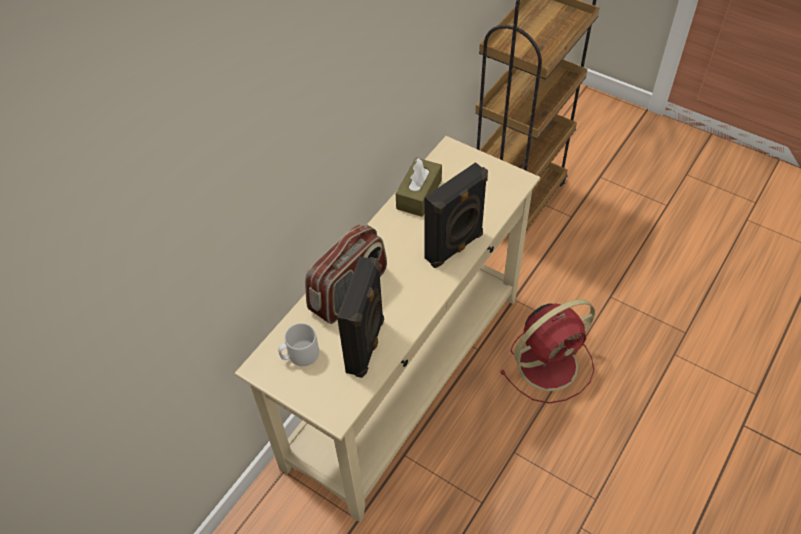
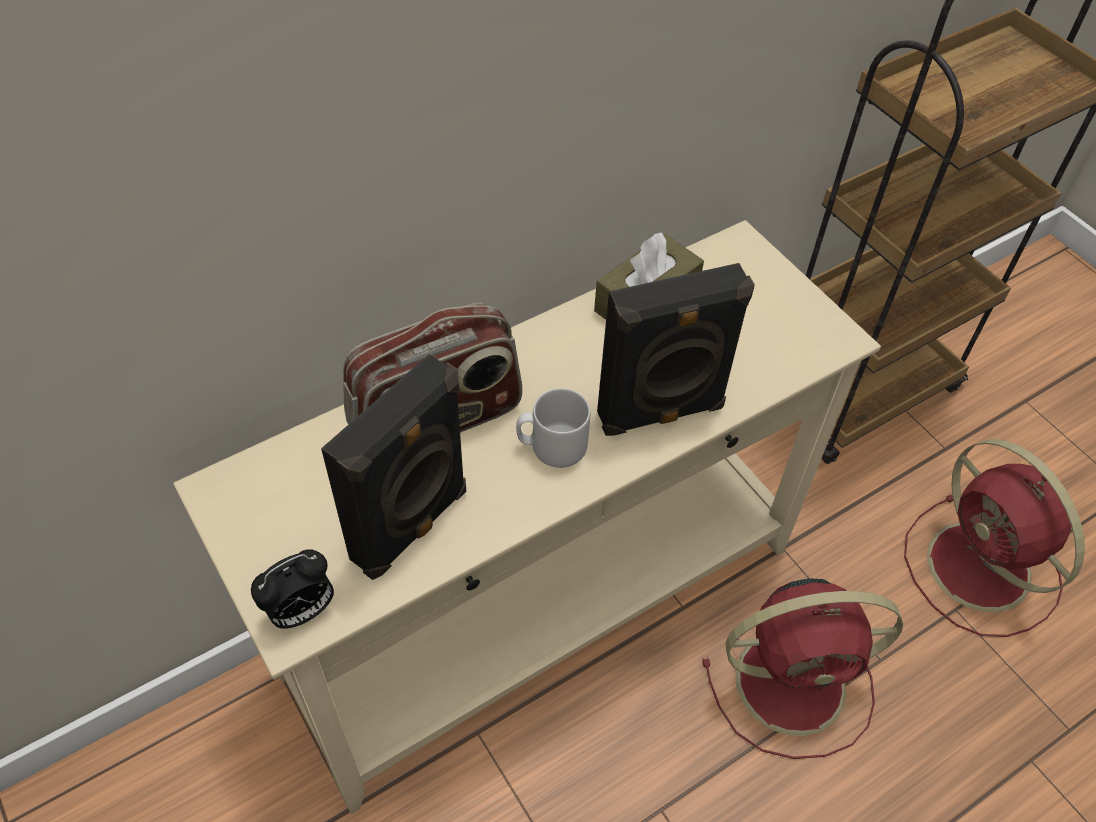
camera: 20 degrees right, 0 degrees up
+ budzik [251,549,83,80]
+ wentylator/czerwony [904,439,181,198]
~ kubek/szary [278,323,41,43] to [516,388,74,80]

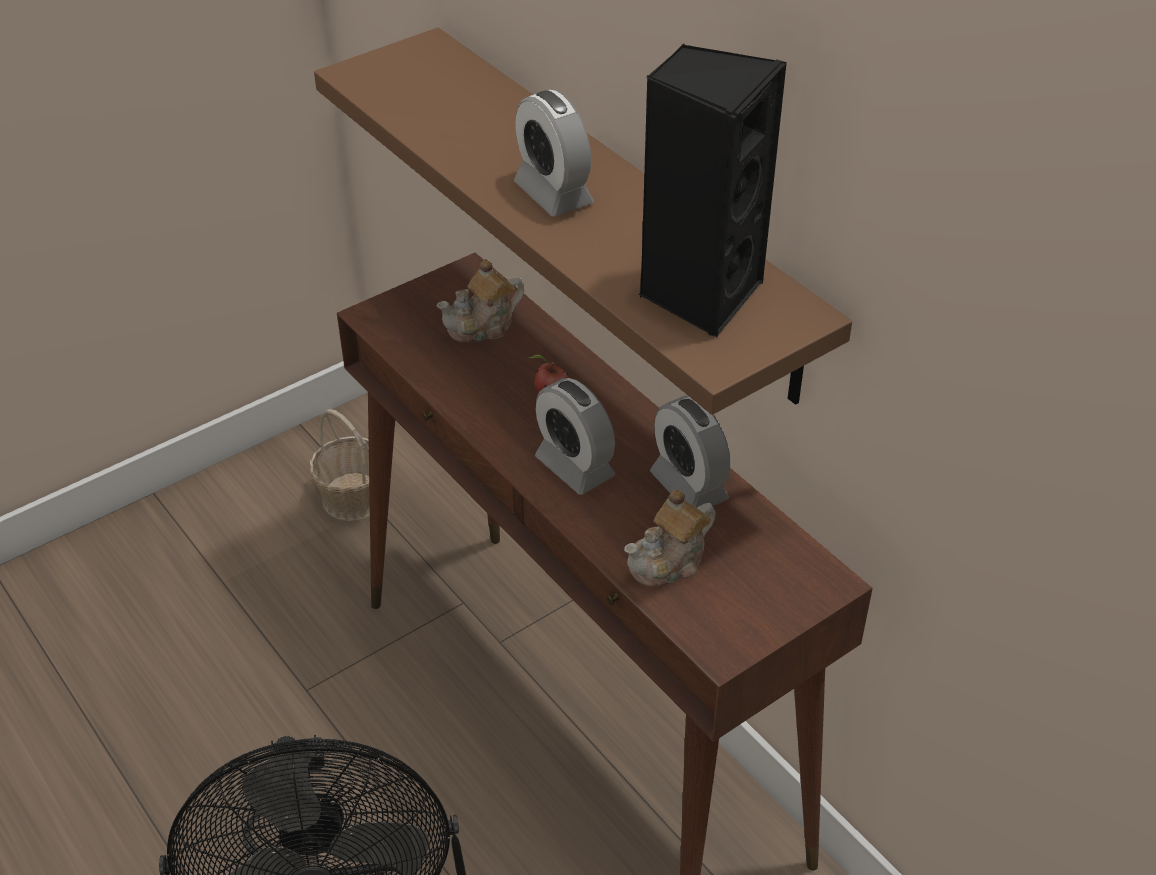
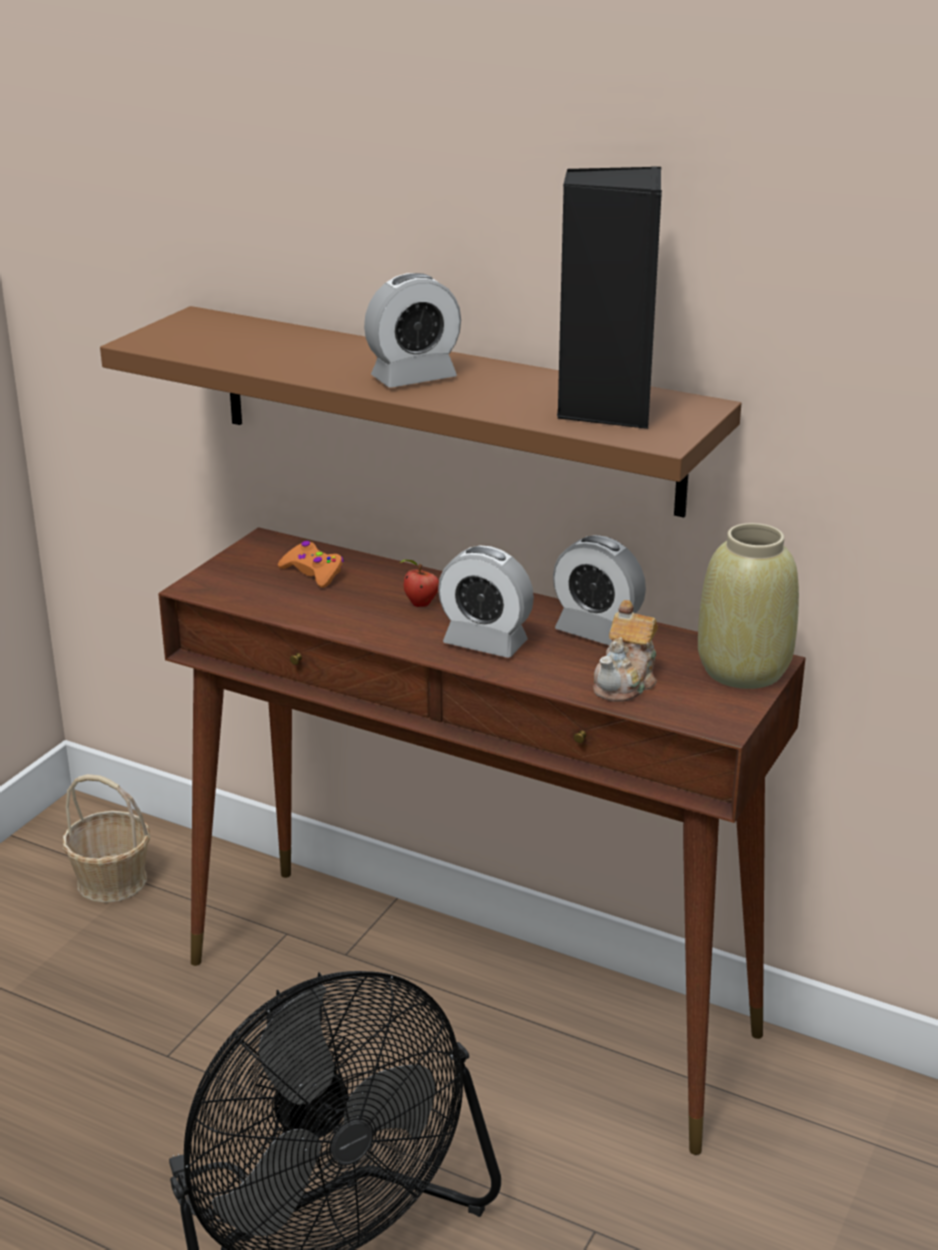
camera: 25 degrees left, 15 degrees down
+ wazon/beżowy [698,523,101,166]
~ imbryk [437,259,88,84] to pad do gier/pomarańczowy [278,541,66,47]
~ budzik [514,90,80,127] = [364,273,97,115] 60 degrees counterclockwise

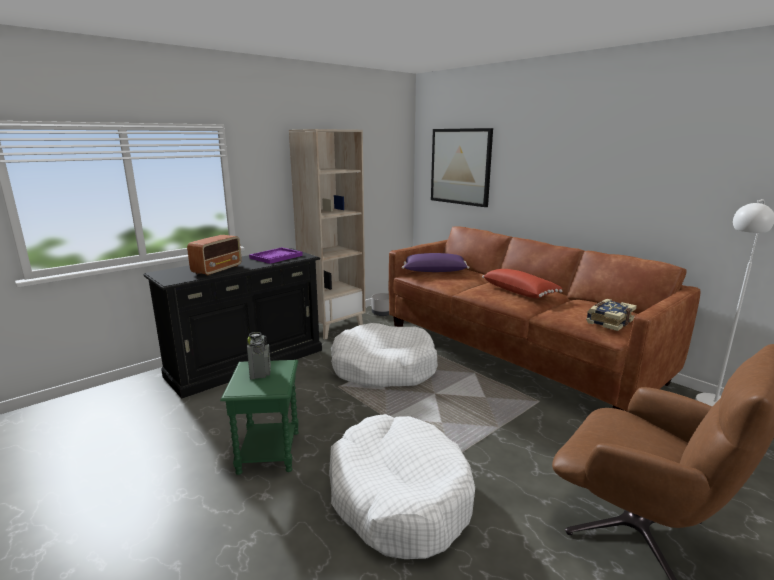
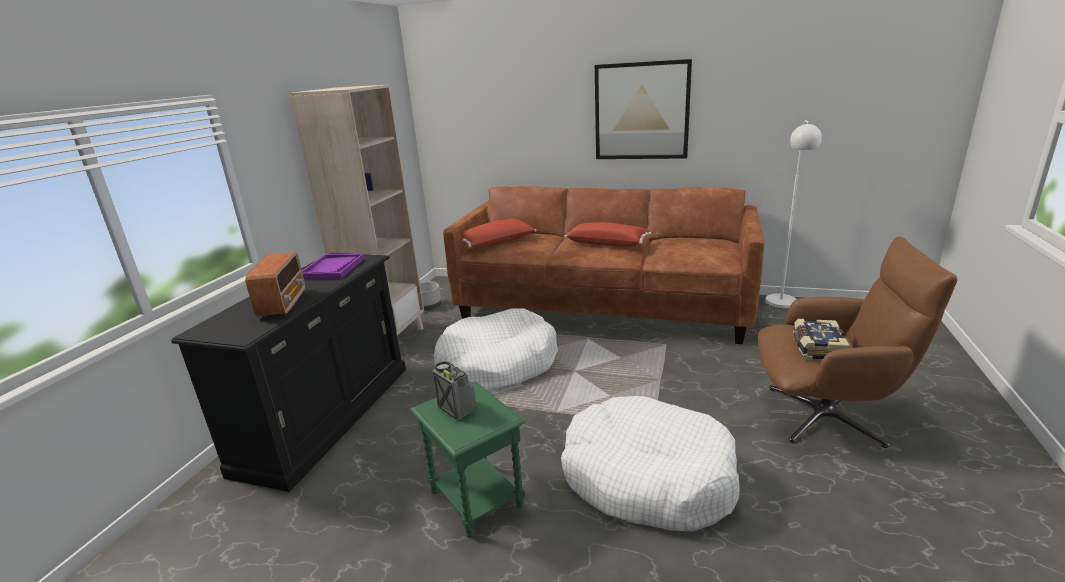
camera: 30 degrees left, 5 degrees up
~ obraz [431,128,62,79] to [595,59,97,100]
~ książka [586,299,51,32] to [793,319,57,42]
~ poduszka/fioletowy [402,253,67,19] to poduszka/czerwony [462,219,74,29]

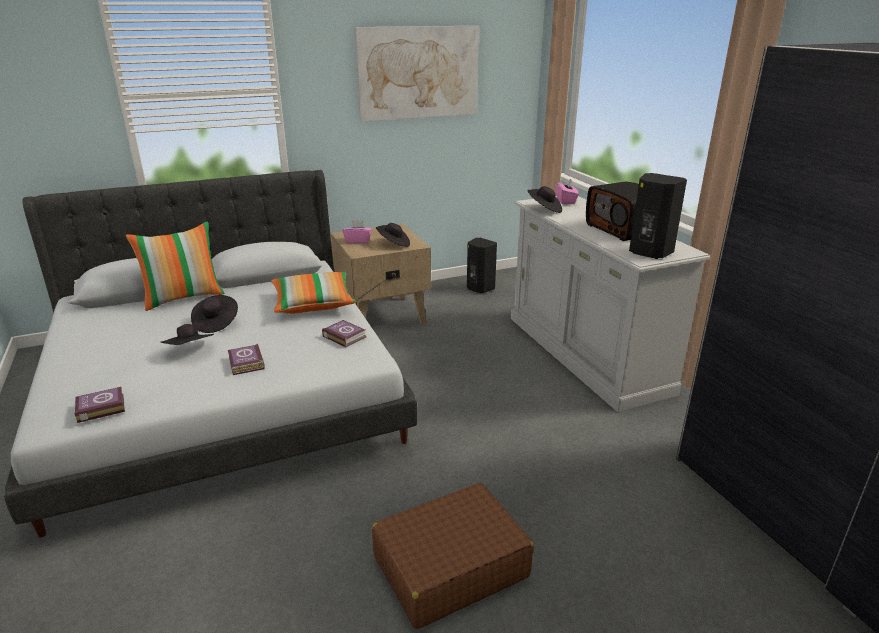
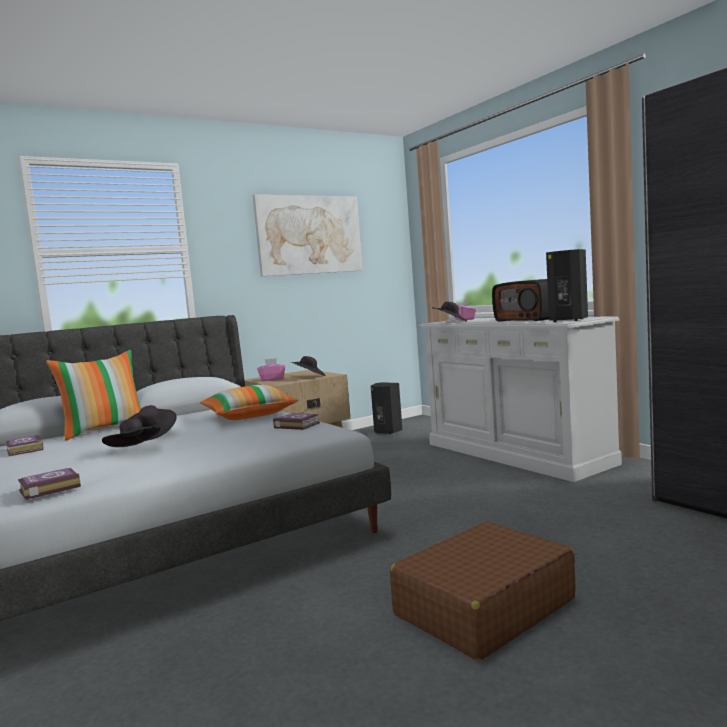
camera: 10 degrees left, 20 degrees down
~ książka [228,344,37,31] to [6,435,38,21]

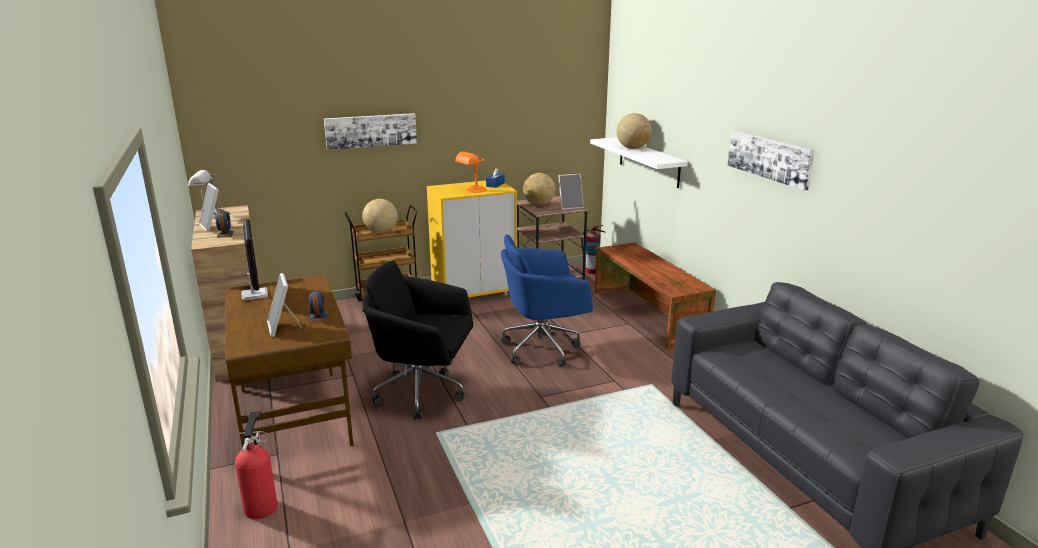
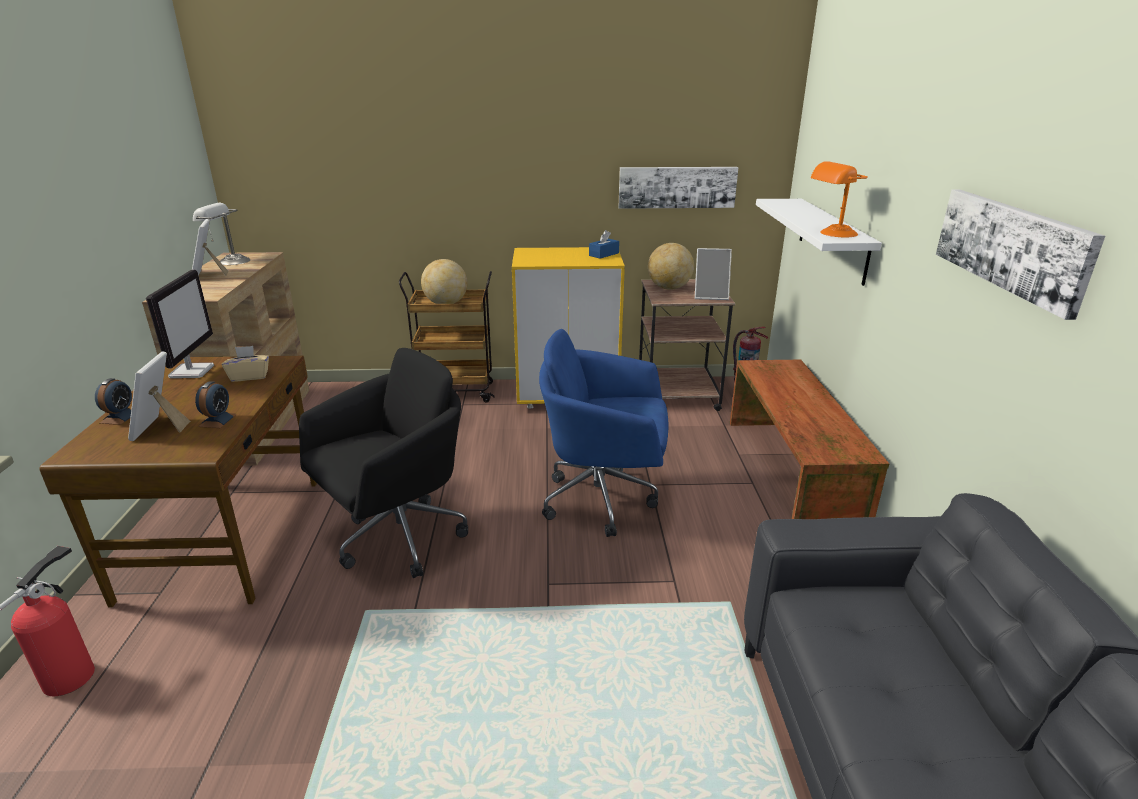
camera: 20 degrees right, 5 degrees up
- globus [616,113,36,36]
+ pudełko chusteczek/beżowy [222,346,47,36]
~ budzik [216,210,18,28] to [95,378,37,47]
~ obraz [324,113,93,37] to [618,167,121,42]
~ lampa stołowa/pomarańczowy [455,151,32,42] to [811,161,57,76]
~ krzesło biurowe/czarny [363,261,110,159] = [299,348,169,230] 105 degrees clockwise

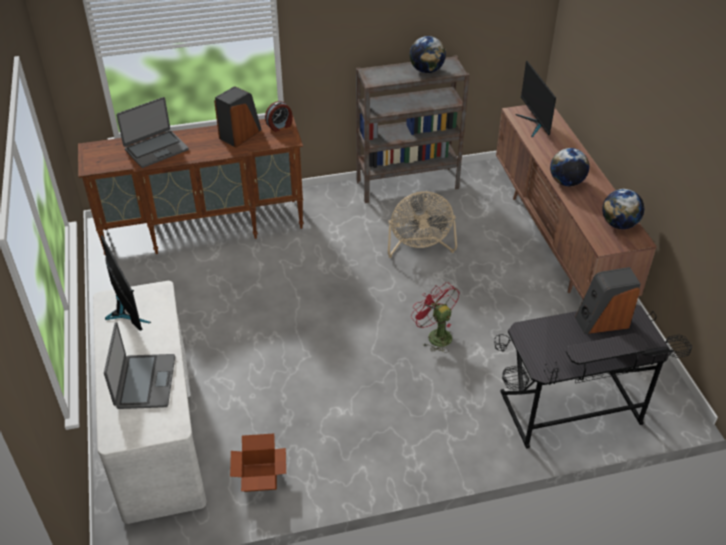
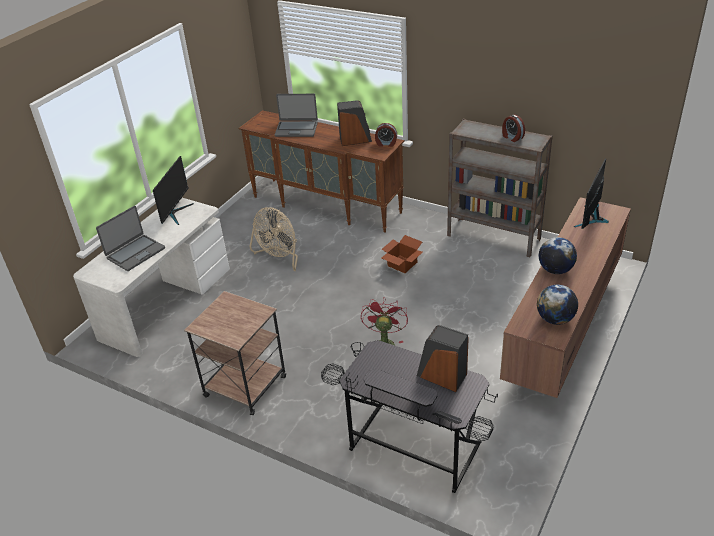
camera: 45 degrees right, 5 degrees down
+ wózek/brązowy [184,291,102,124]
~ karton [230,433,56,59] to [381,235,42,38]
~ wentylator/beżowy [388,191,69,67] to [250,207,48,64]
~ globus [410,36,36,37] to budzik [502,115,23,27]

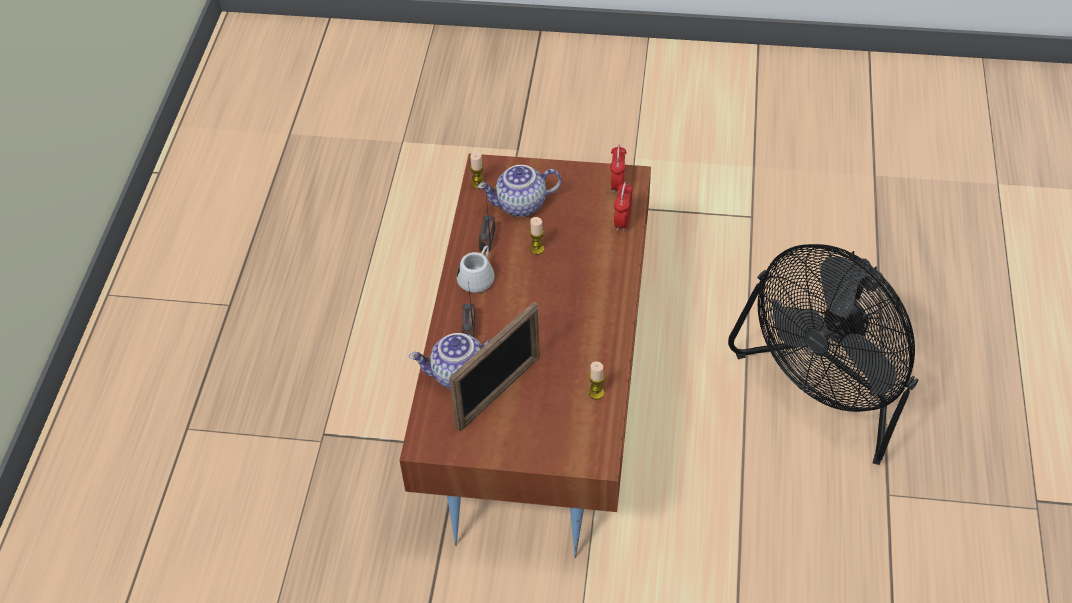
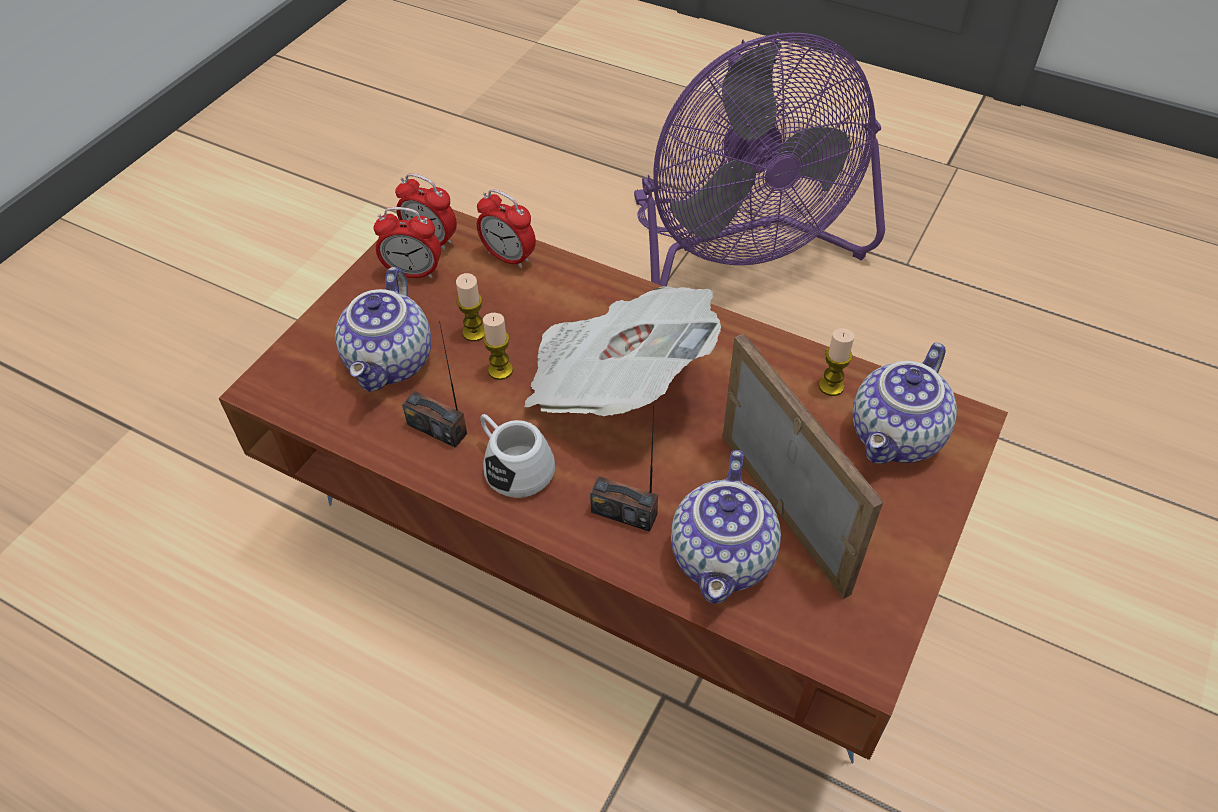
camera: 70 degrees left, 0 degrees up
+ budzik [373,207,68,72]
+ gazeta [524,286,197,130]
+ imbryk [852,343,105,121]
~ świeca [470,152,14,37] to [456,273,29,69]
~ wentylator/czarny [728,244,190,221] to wentylator/fioletowy [634,31,251,256]

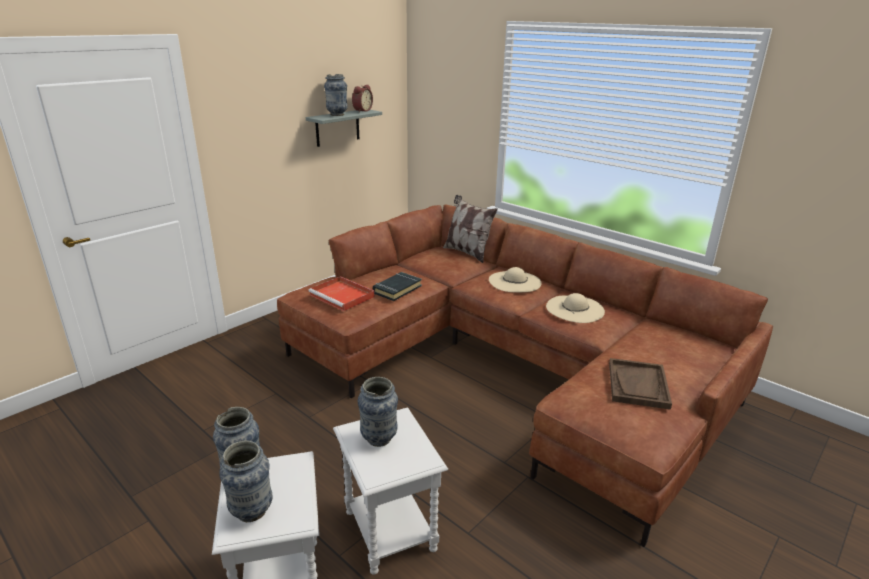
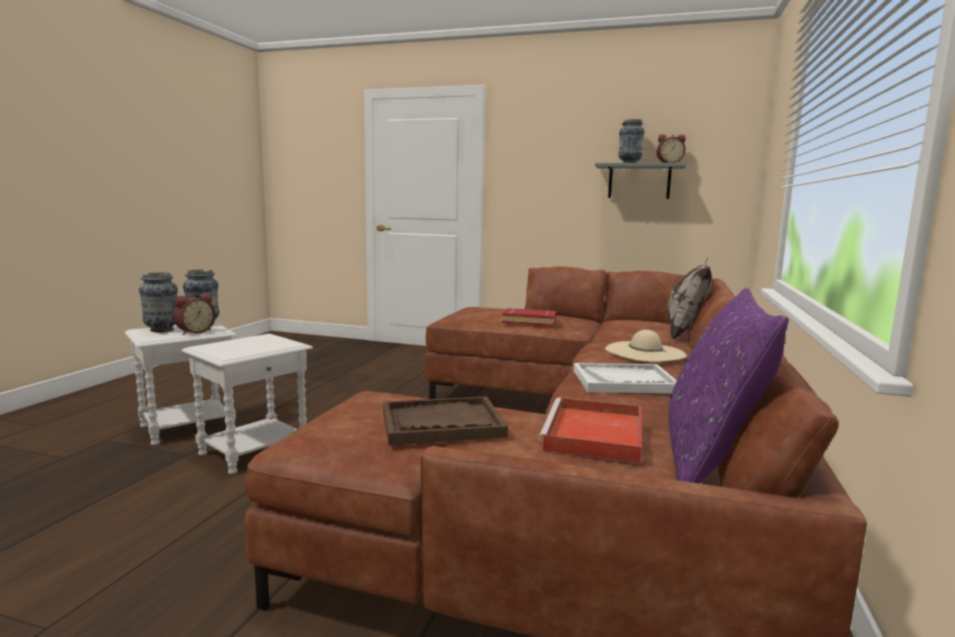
camera: 65 degrees right, 15 degrees down
- wazon [358,377,40,70]
+ budzik [173,293,43,42]
+ poduszka/fioletowy [668,288,121,195]
~ taca/czerwony [308,276,67,35] to [539,398,103,65]
~ kapelusz/beżowy [546,293,59,30] to taca/biały [574,363,103,30]
~ książka/czarny [373,272,49,29] to książka/czerwony [502,308,54,18]

